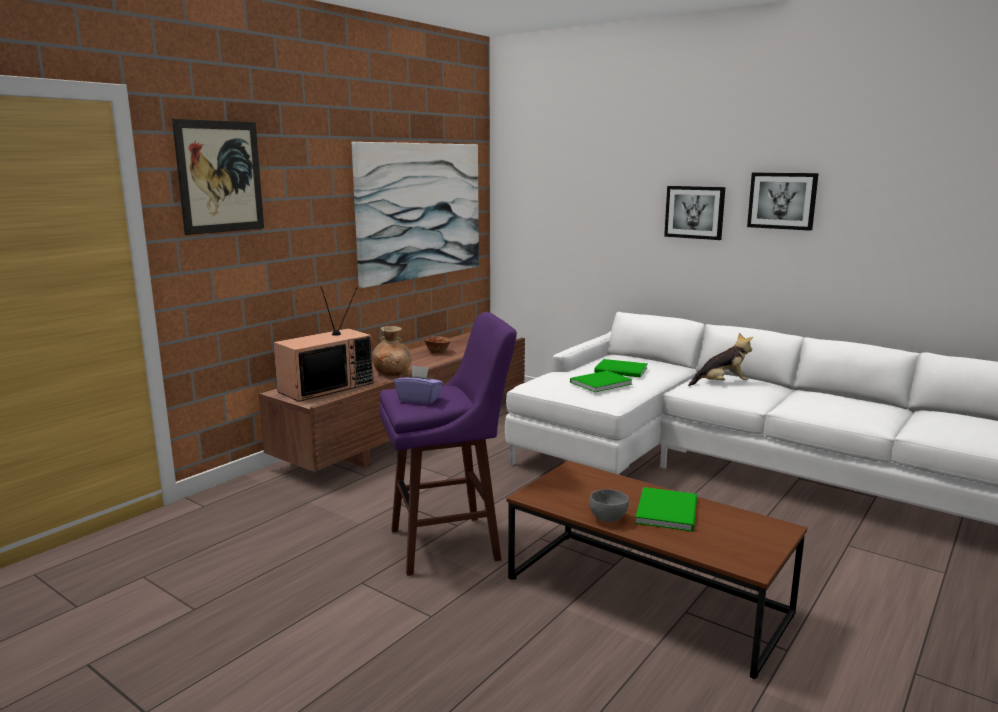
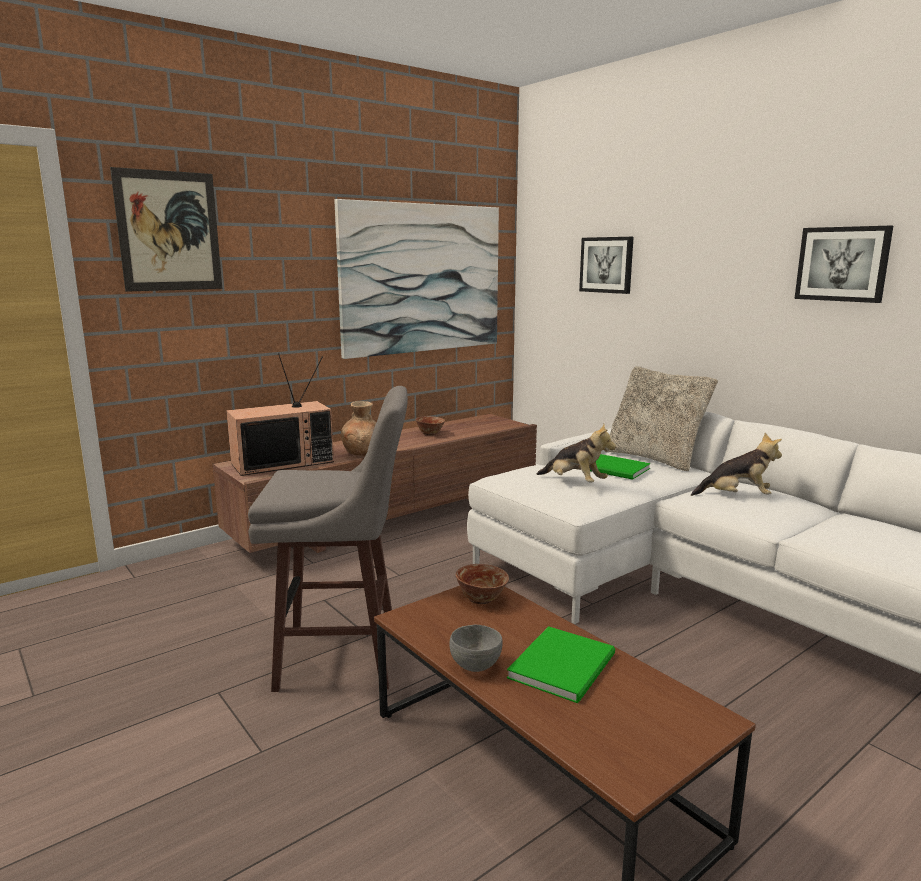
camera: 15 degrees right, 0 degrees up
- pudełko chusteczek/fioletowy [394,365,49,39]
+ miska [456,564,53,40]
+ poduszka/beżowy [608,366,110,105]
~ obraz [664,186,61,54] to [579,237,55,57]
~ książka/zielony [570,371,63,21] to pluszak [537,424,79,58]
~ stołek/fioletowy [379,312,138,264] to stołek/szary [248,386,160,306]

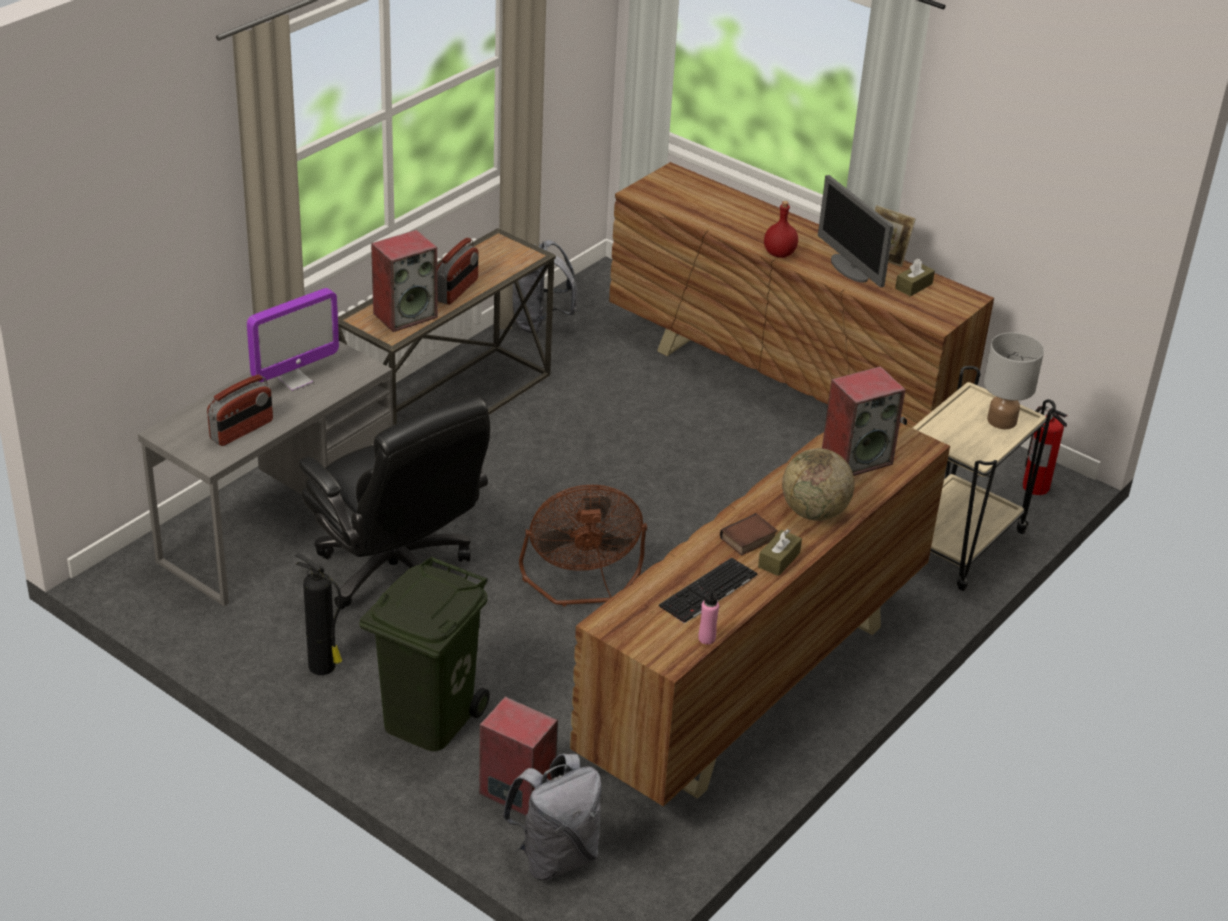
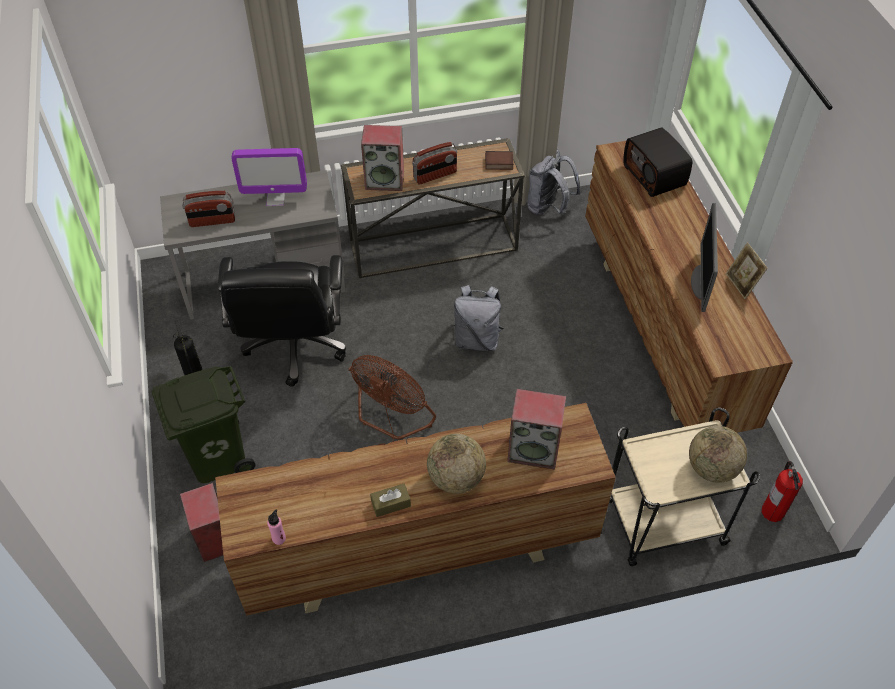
camera: 40 degrees right, 15 degrees up
- klawiatura [659,557,98,67]
- butelka/czerwony [764,201,34,57]
- pudełko chusteczek/brązowy [895,258,40,39]
+ radio [623,127,69,70]
~ plecak/szary [501,754,101,126] to [452,285,51,66]
~ książka [720,513,57,43] to [485,151,29,19]
~ lampa stołowa/szary [984,332,60,97] to globus [689,426,58,57]

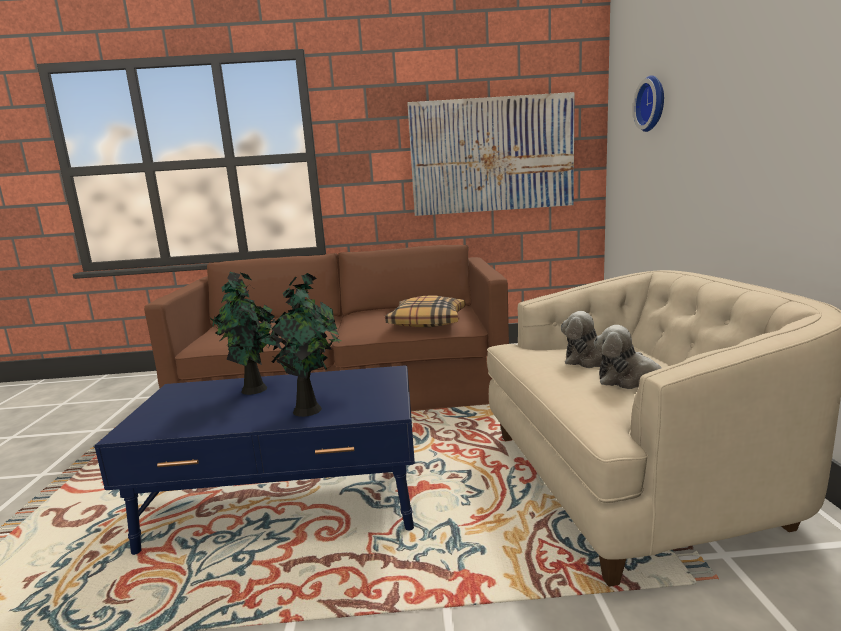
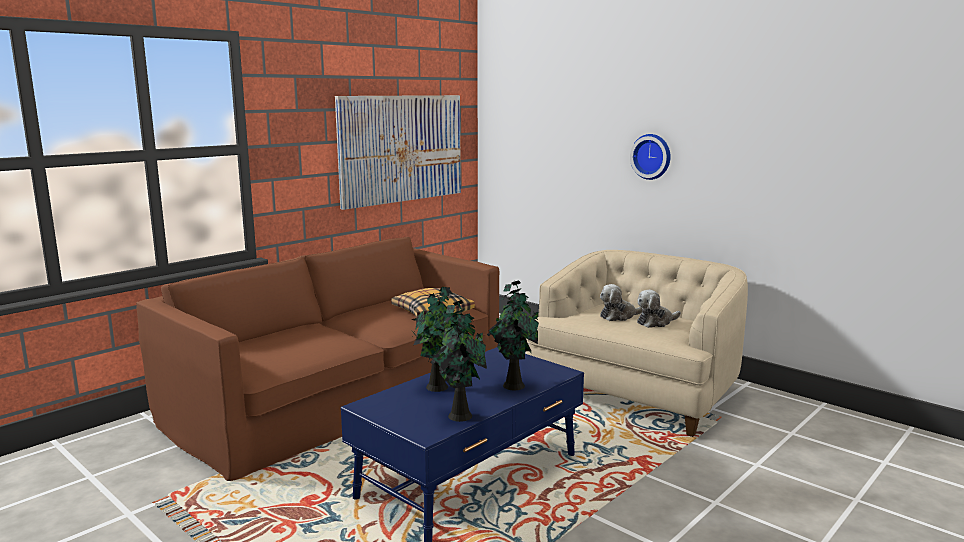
camera: 45 degrees left, 0 degrees up
+ roślina doniczkowa [431,300,56,122]
~ zegar ścienny [633,75,31,57] to [630,134,41,46]

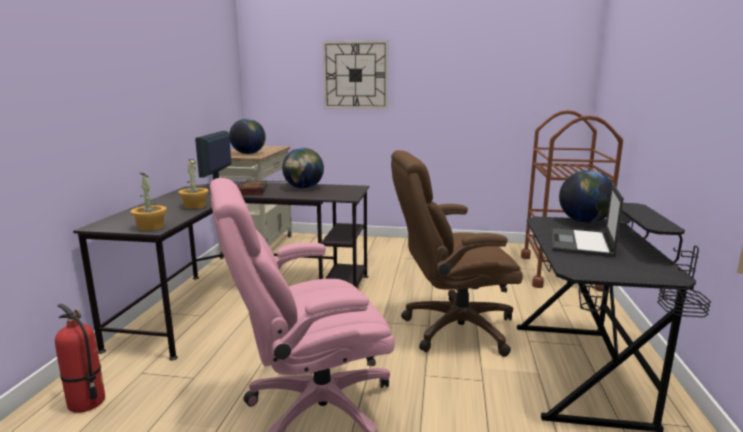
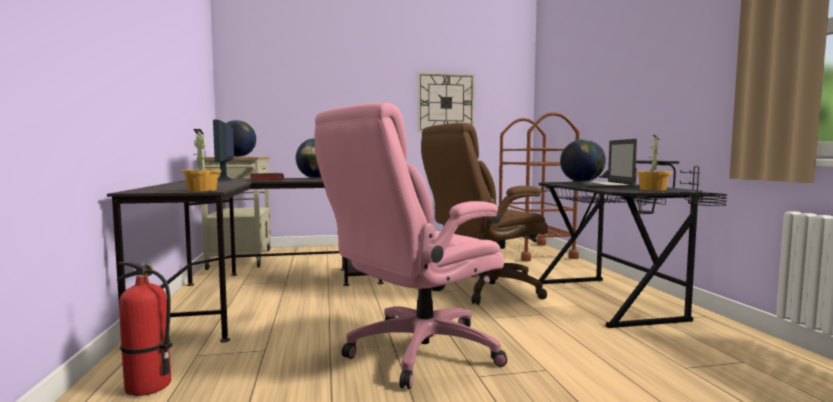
camera: 20 degrees left, 10 degrees down
~ roślina doniczkowa [178,159,31,50] to [636,135,36,56]
~ zegar ścienny [323,40,65,69] to [418,72,57,60]

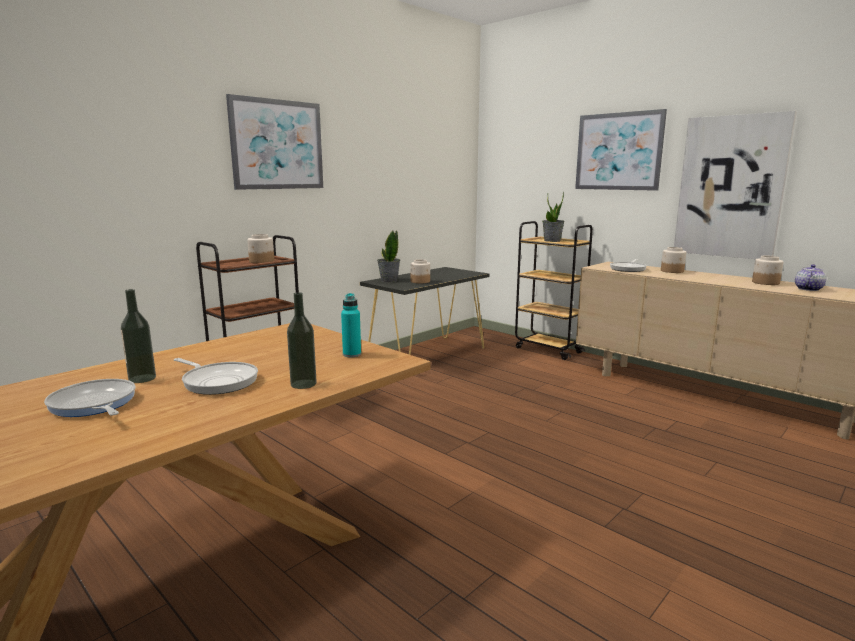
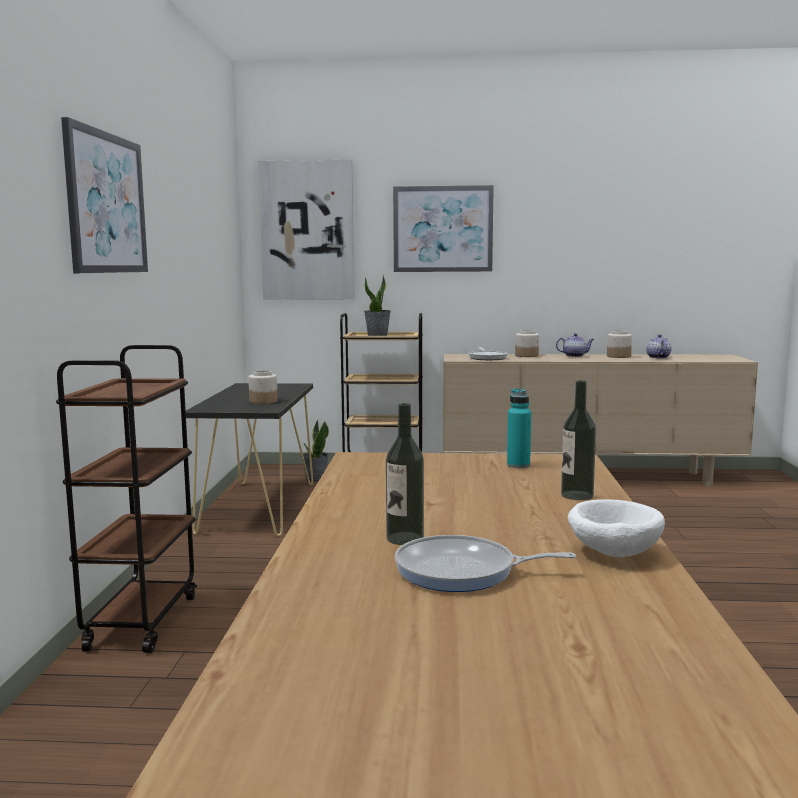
camera: 40 degrees left, 5 degrees down
- patelnia [174,358,84,37]
- słoik [247,234,27,29]
+ imbryk [556,333,38,24]
+ miska/biały [568,499,97,59]
~ roślina doniczkowa [377,231,23,51] to [301,420,28,62]
~ obraz [674,111,123,148] to [258,160,96,140]

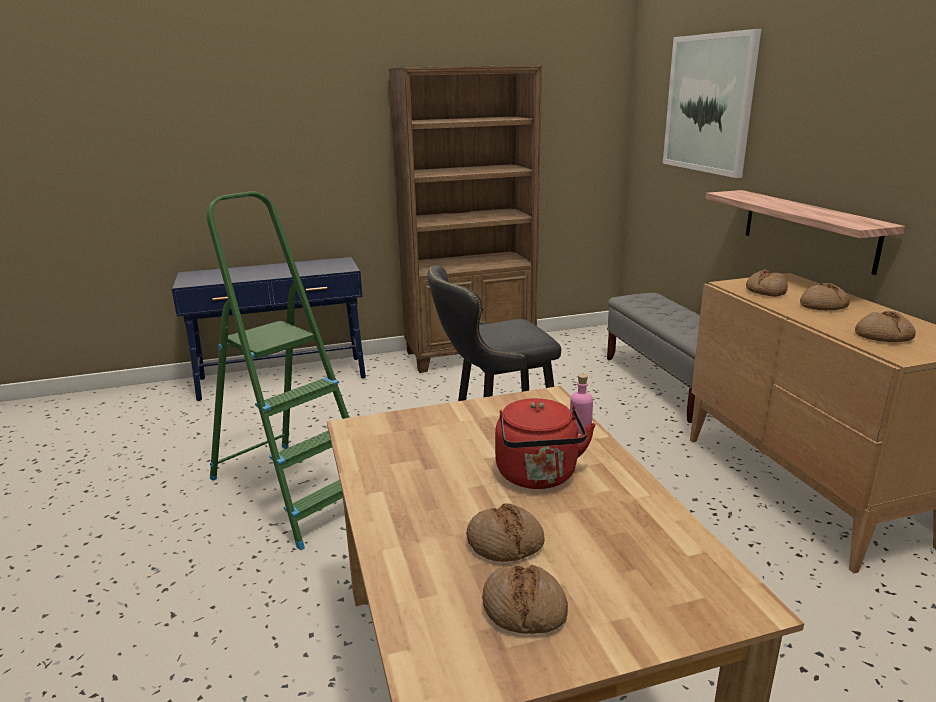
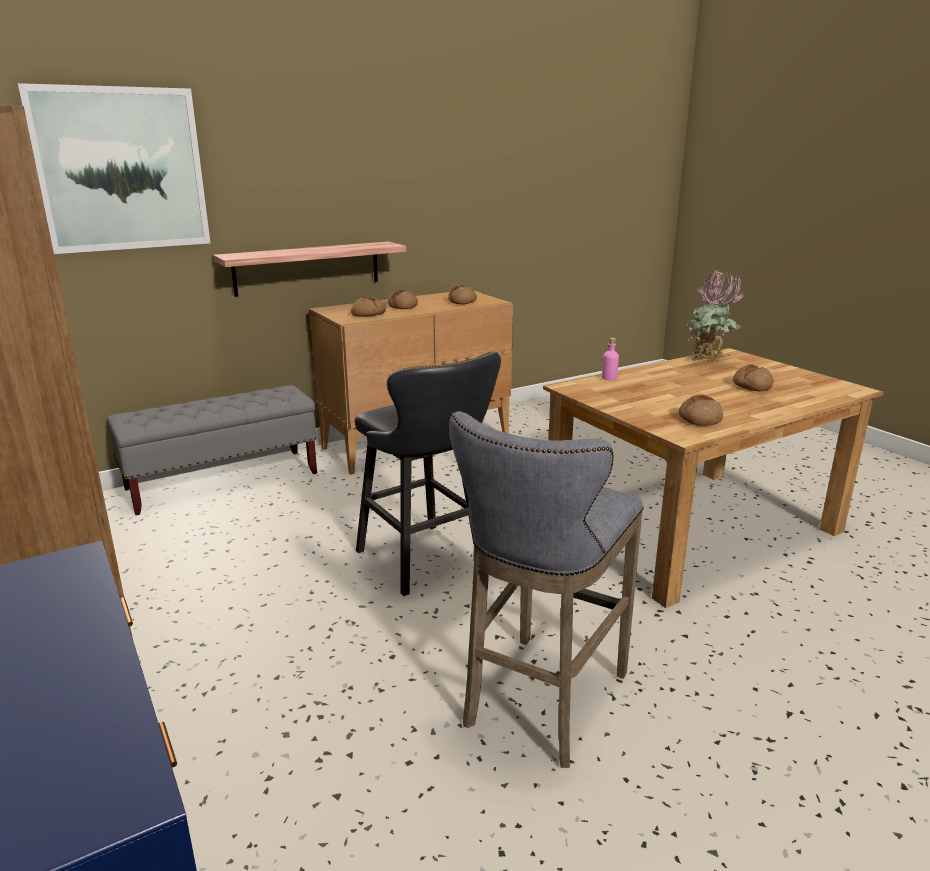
camera: 105 degrees left, 0 degrees up
- czajnik/czerwony [495,398,101,91]
+ roślina doniczkowa [687,269,58,92]
~ chleb [482,565,86,69] to [679,394,44,32]
~ drabinka/zielony [207,192,142,358] to stołek/szary [449,411,195,357]

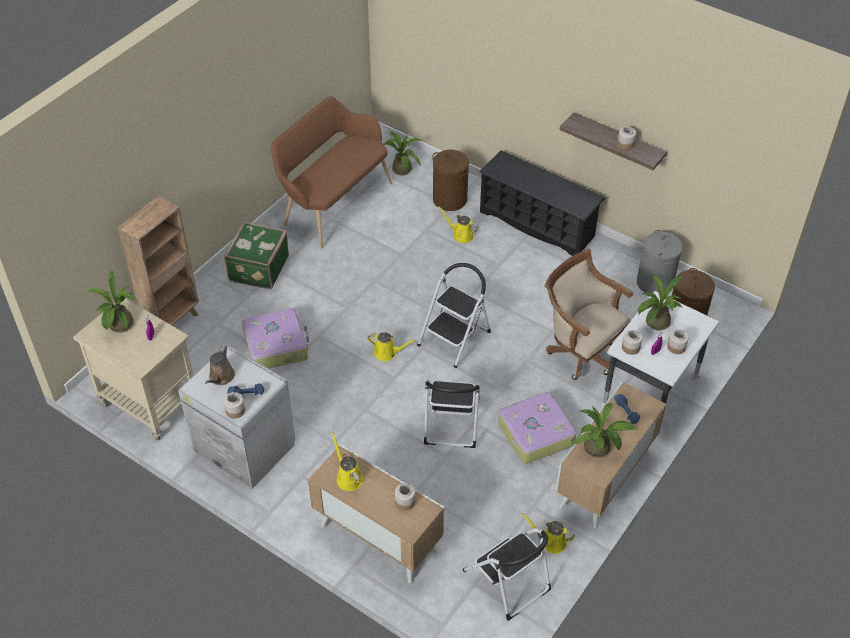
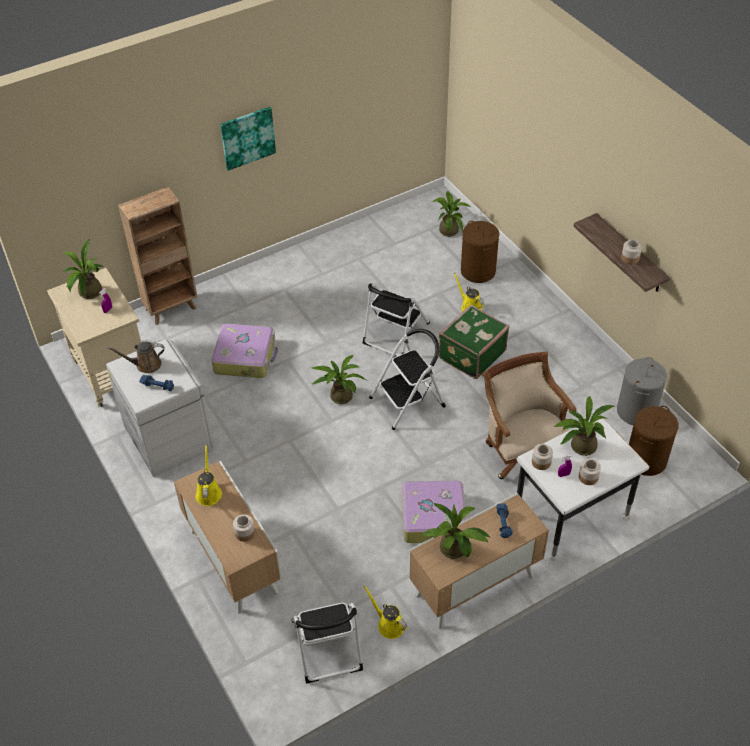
camera: 25 degrees right, 0 degrees up
- słoik [223,392,22,27]
- ławka/brązowy [271,96,121,152]
- regał na buty/czarny [479,150,127,106]
+ obraz [220,107,56,64]
~ walizka/zielony [224,222,65,67] to [439,304,70,75]
~ drabinka [424,379,56,69] to [363,283,67,73]
~ konewka/żółty [367,332,49,29] to roślina doniczkowa [311,355,55,49]
~ konewka/brązowy [205,346,30,39] = [108,342,56,31] 45 degrees clockwise

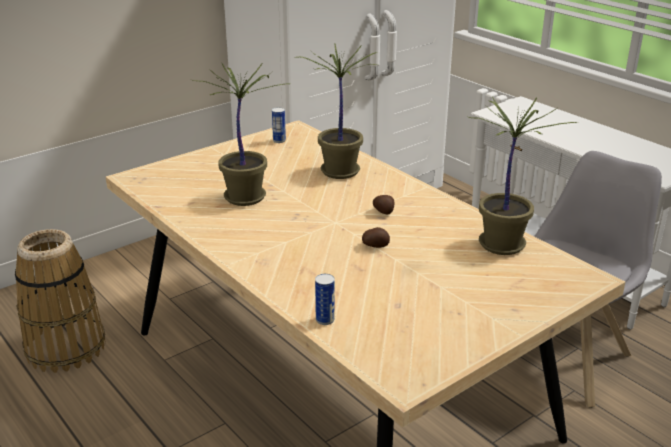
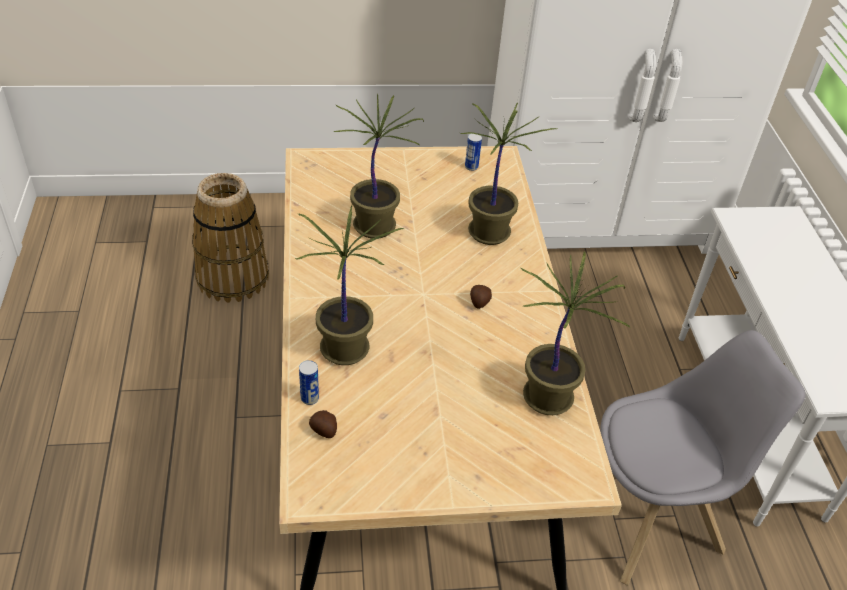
camera: 30 degrees right, 15 degrees up
+ roślina doniczkowa [295,205,109,160]
~ ziemniak [362,227,28,21] to [309,410,28,28]

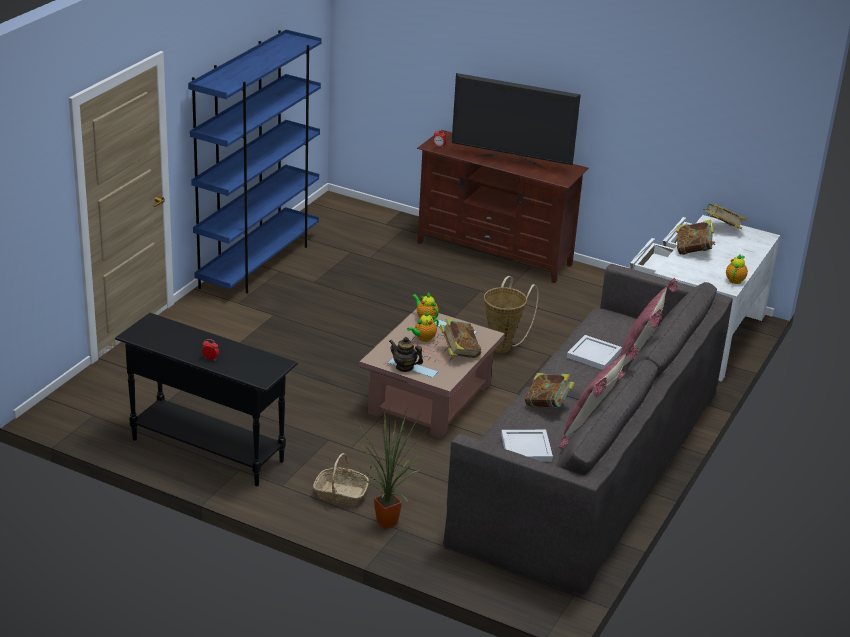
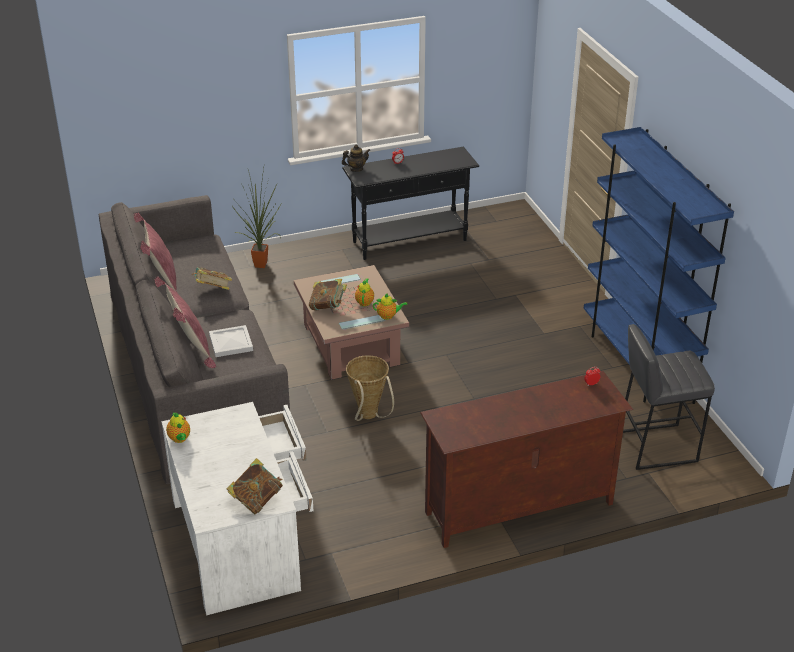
camera: 135 degrees right, 5 degrees up
- koszyk [313,453,56,53]
- telewizor [452,73,129,97]
- taca/biały [501,430,52,32]
- książka [677,220,38,35]
+ stołek/szary [623,324,92,146]
~ imbryk [389,337,34,35] to [342,144,28,28]

